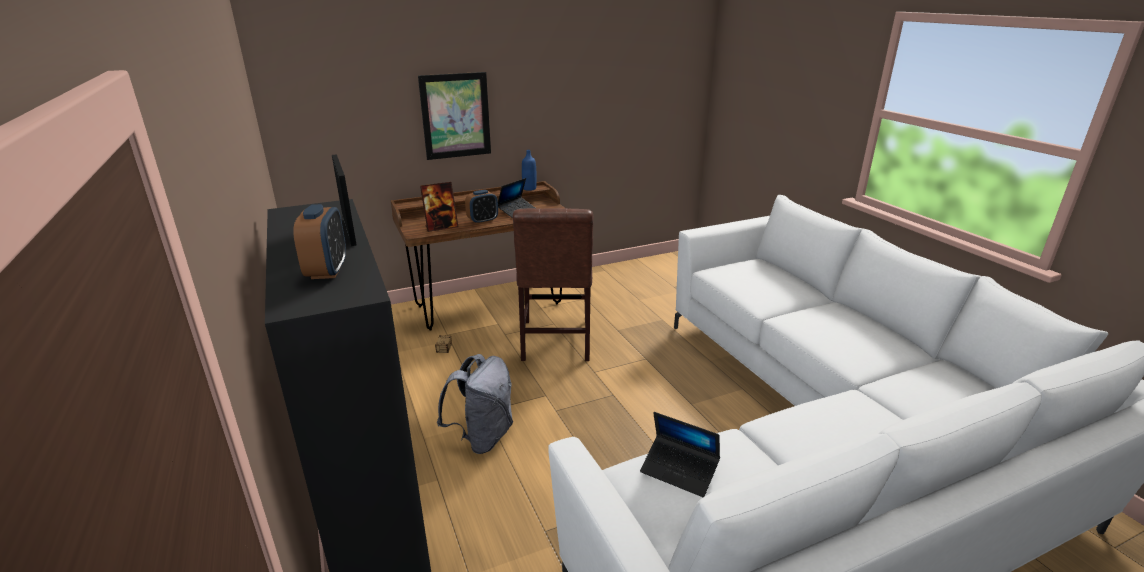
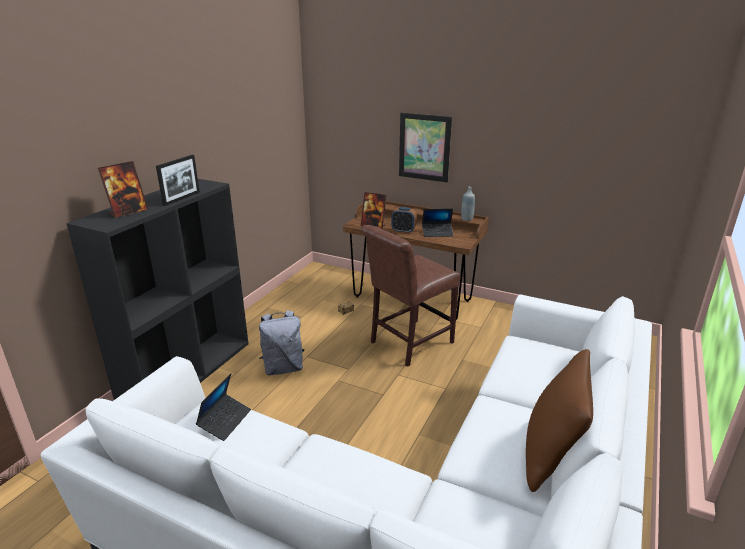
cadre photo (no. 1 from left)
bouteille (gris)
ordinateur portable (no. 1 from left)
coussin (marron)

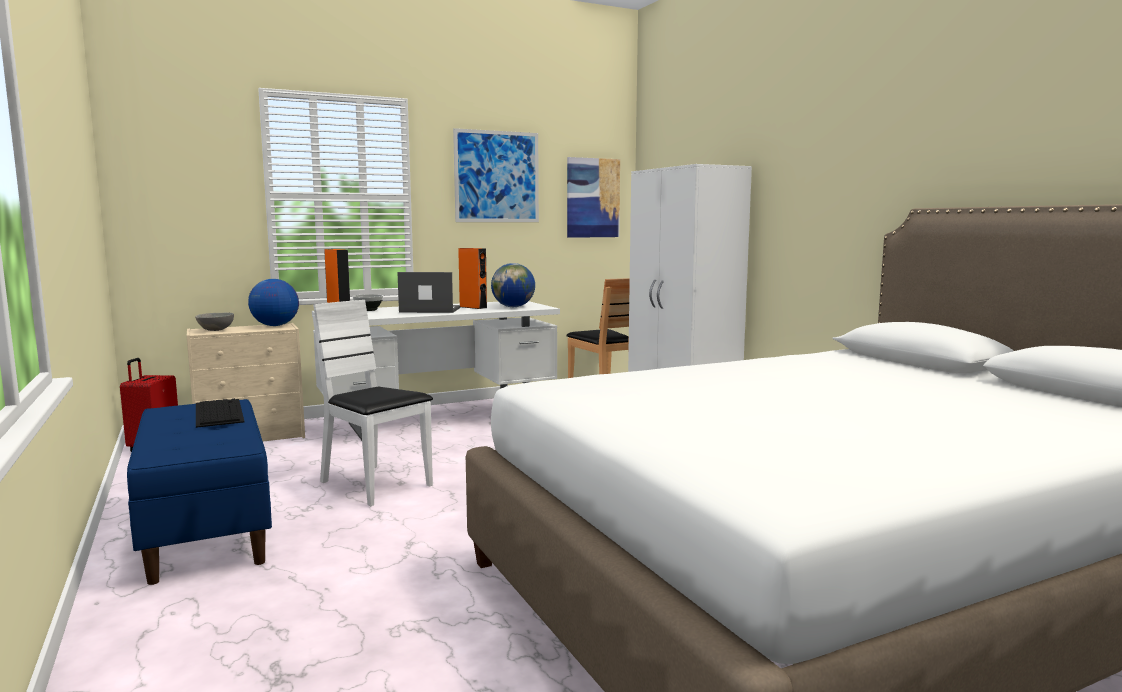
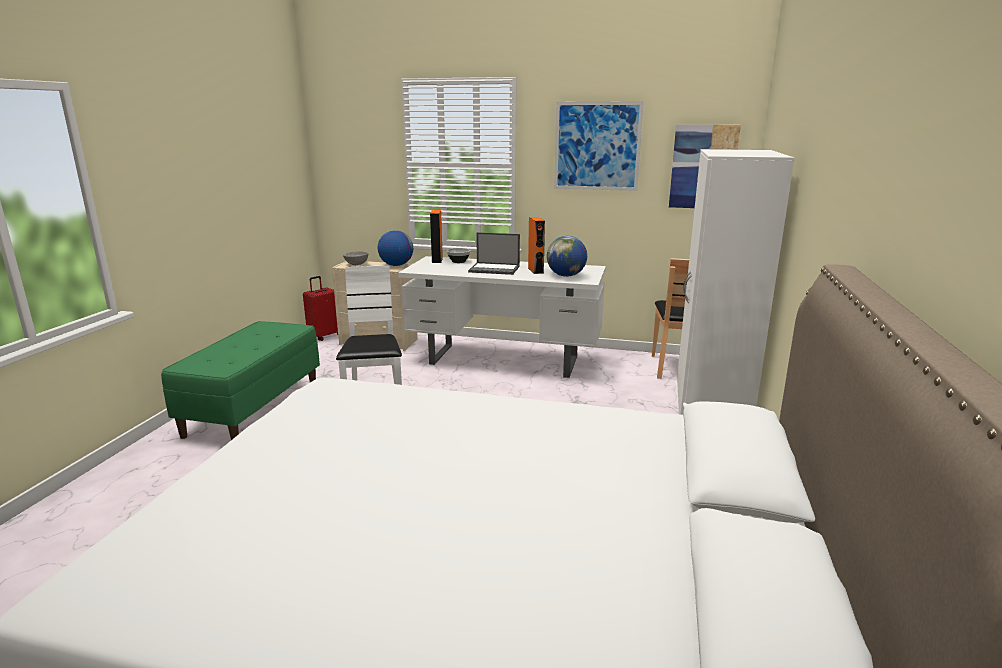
banc (vert)
clavier
ordinateur portable

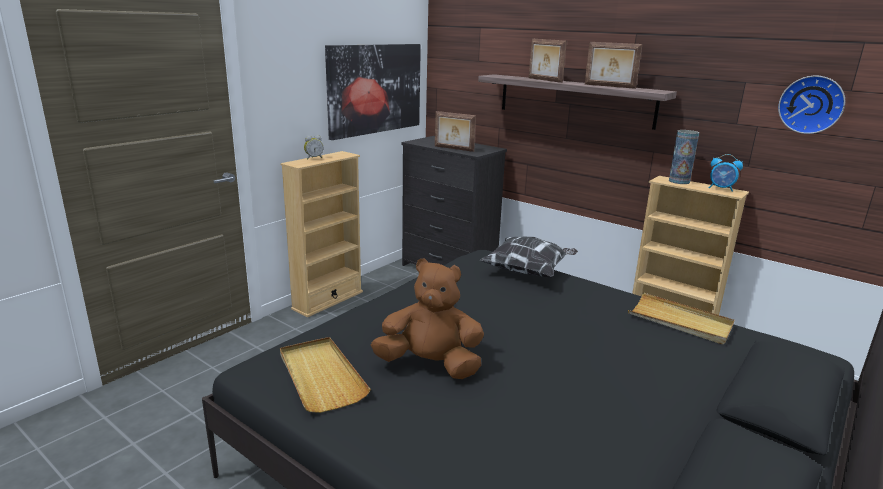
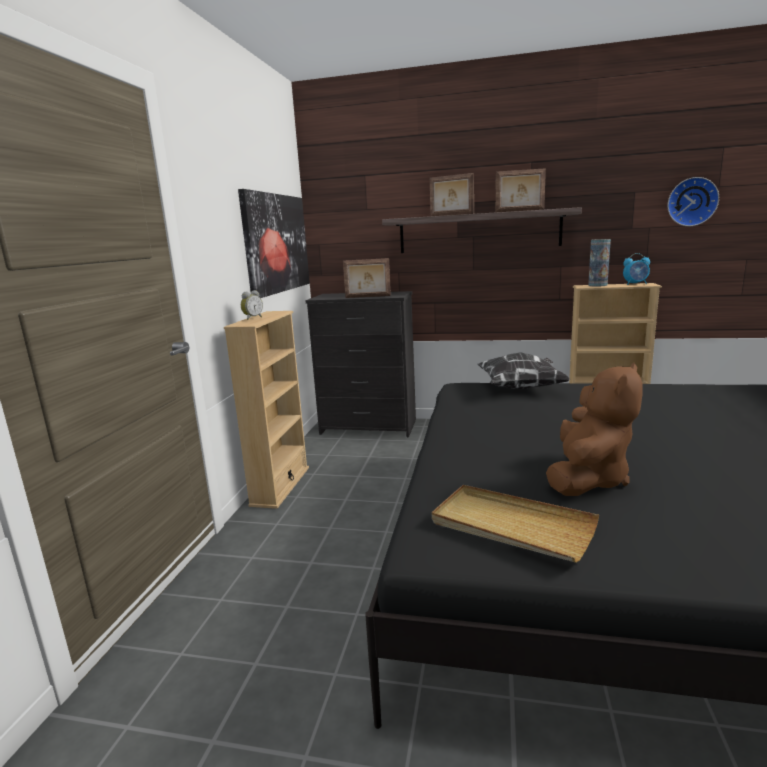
peluche (marron)
plateau (beige) (no. 2 from left in the first image)

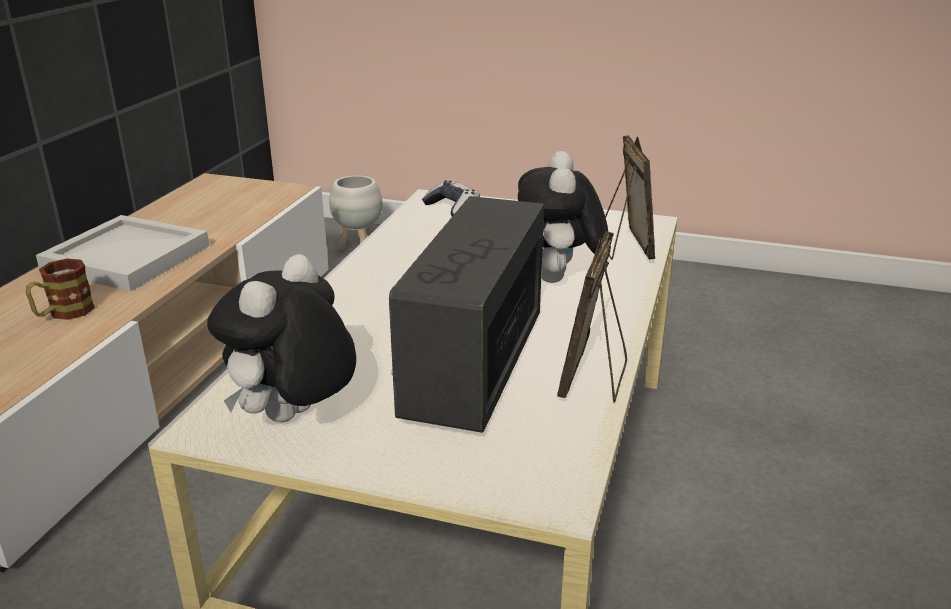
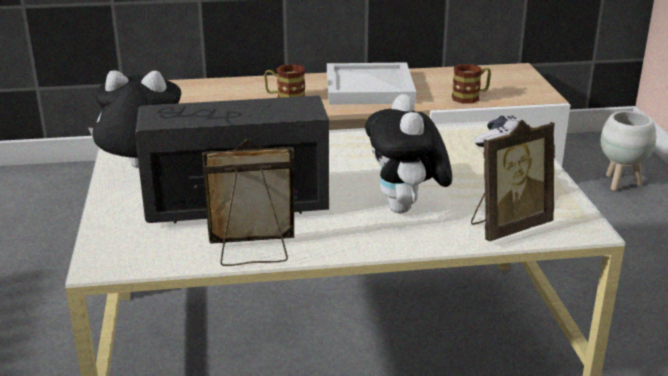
peluche (no. 2 from left)
mug (no. 2 from left)

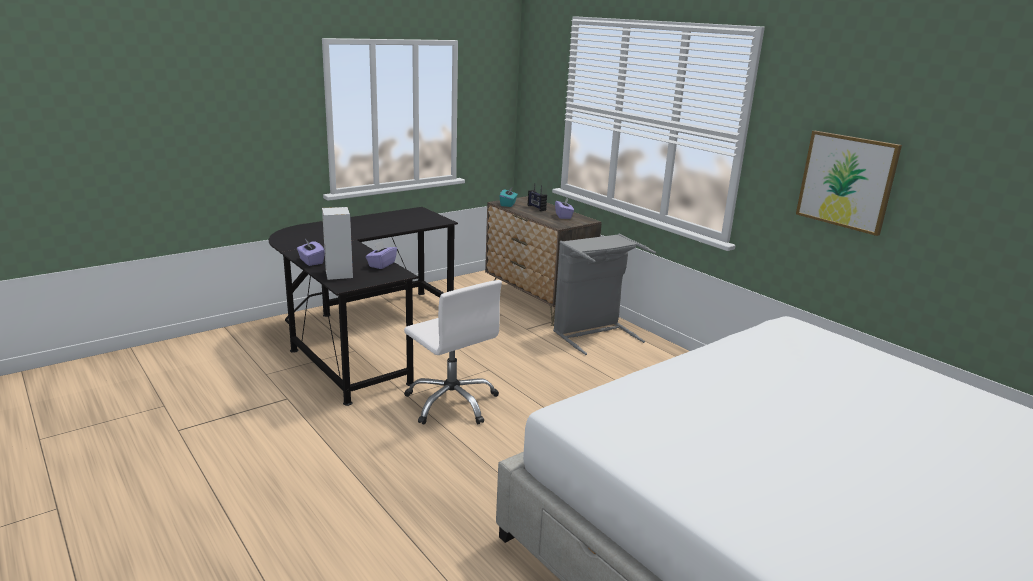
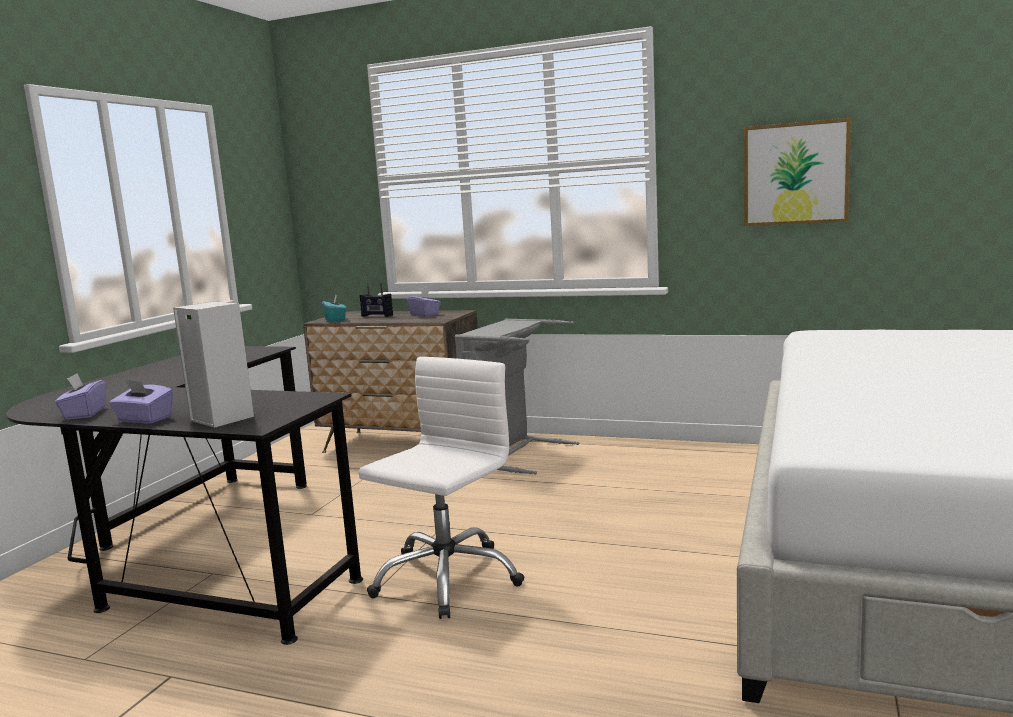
boîte à mouchoirs (violet) (no. 1 from left)
chaise de bureau (blanc)

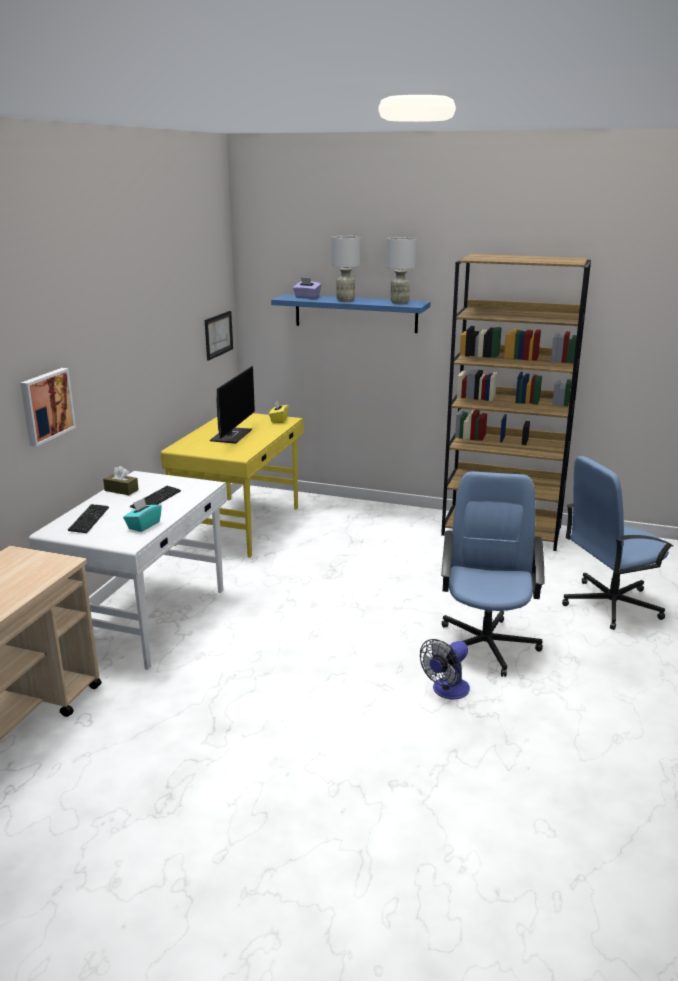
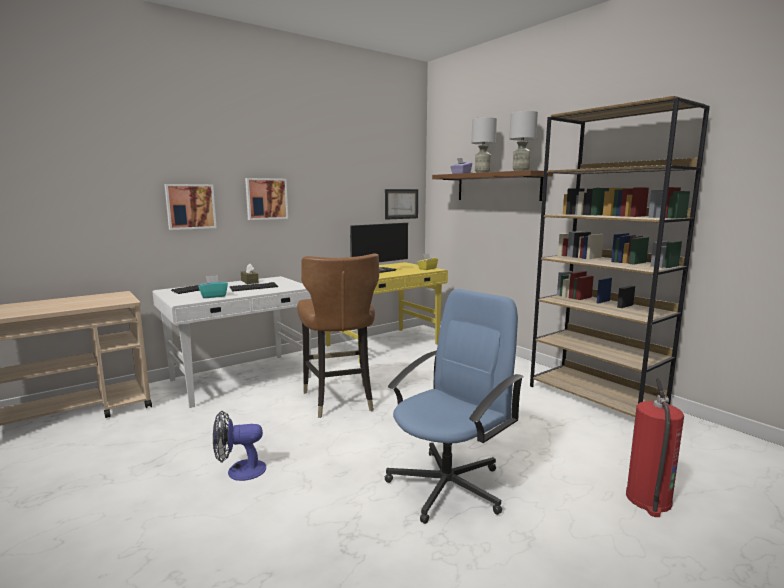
étagère (marron)
ventilateur
extincteur
tableau (no. 2 from left)
chaise (marron)

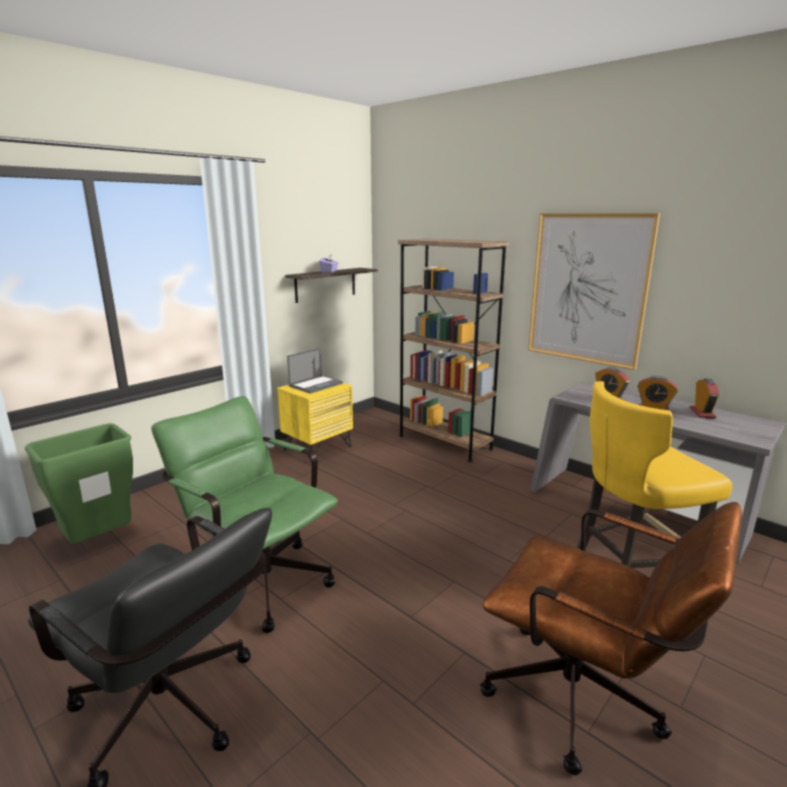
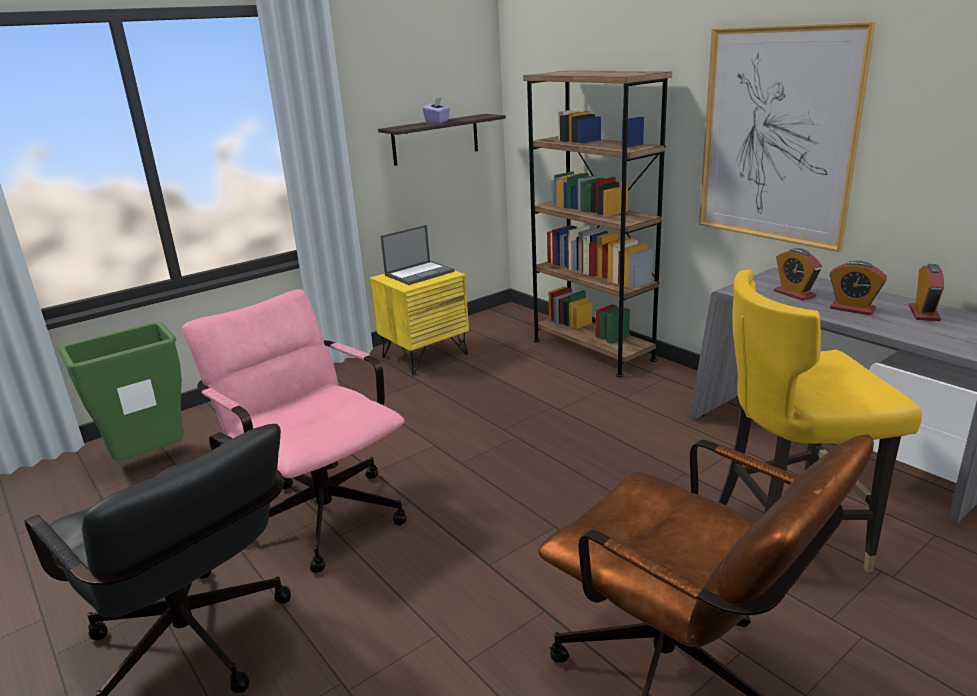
chaise de bureau (rose)

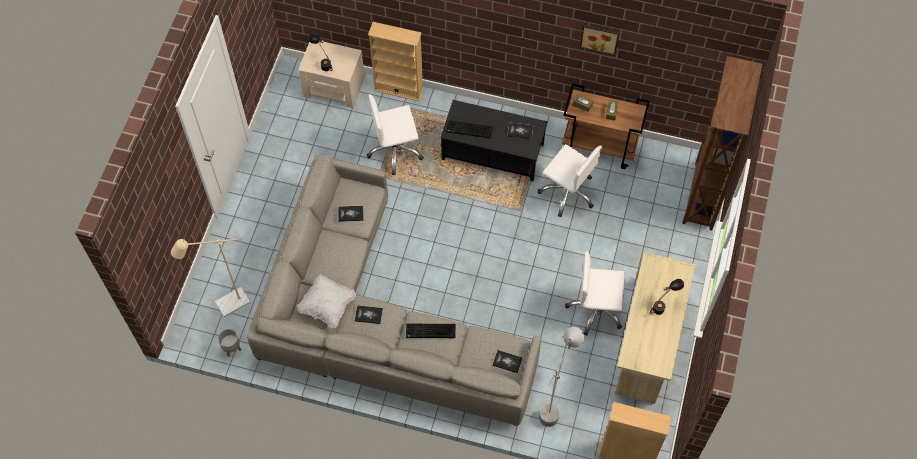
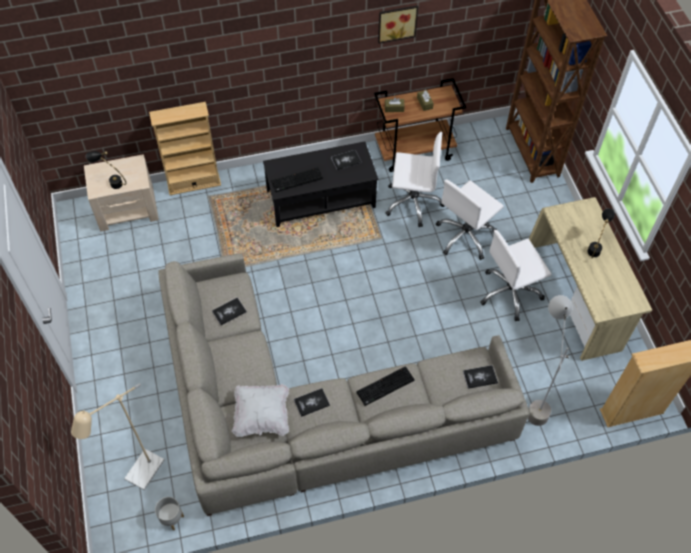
chaise de bureau (blanc) (no. 2 from left)

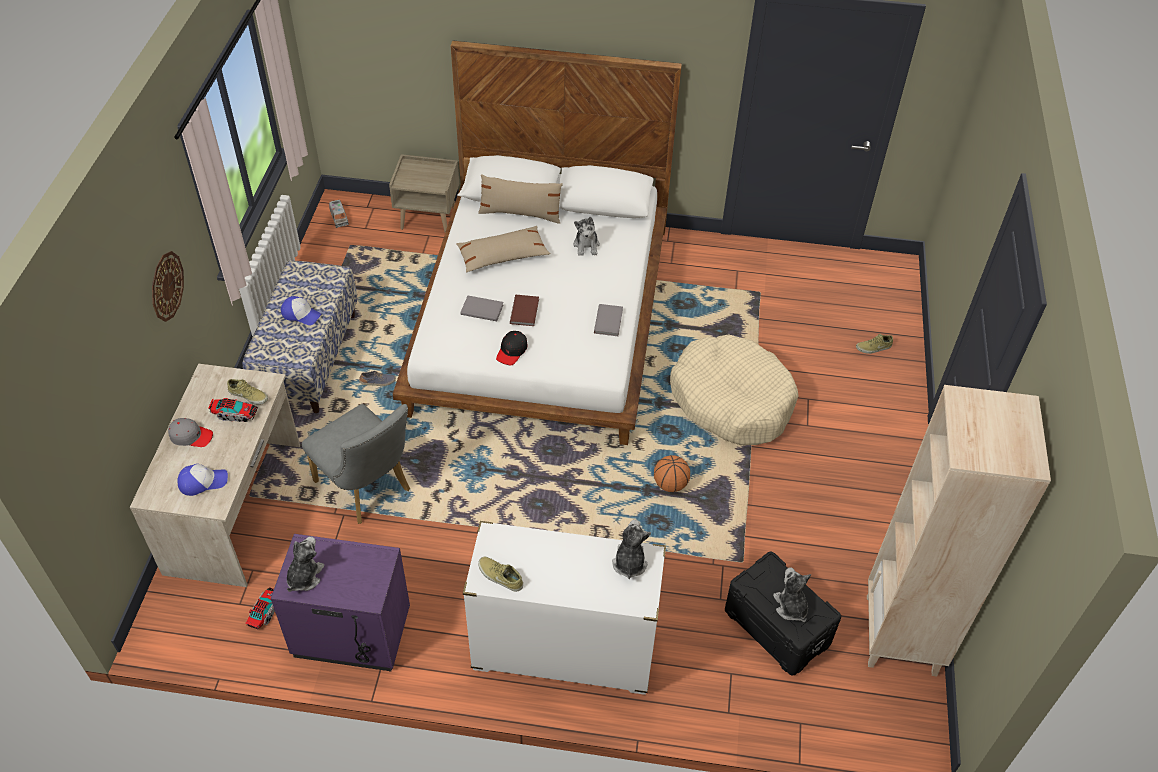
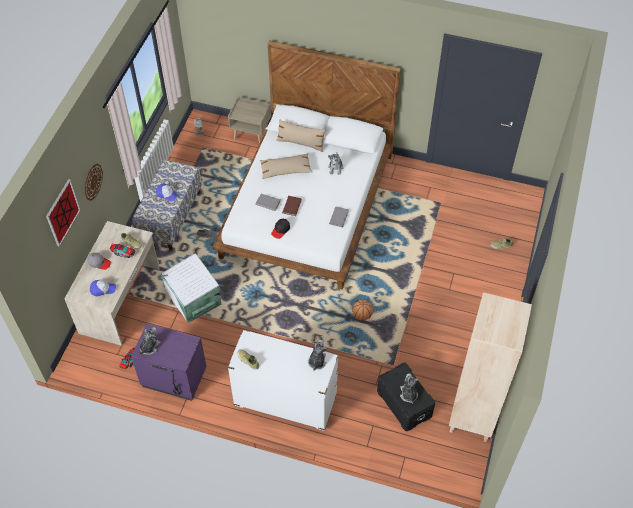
boîte de rangement (blanc)
panier pour chien (beige)
tableau

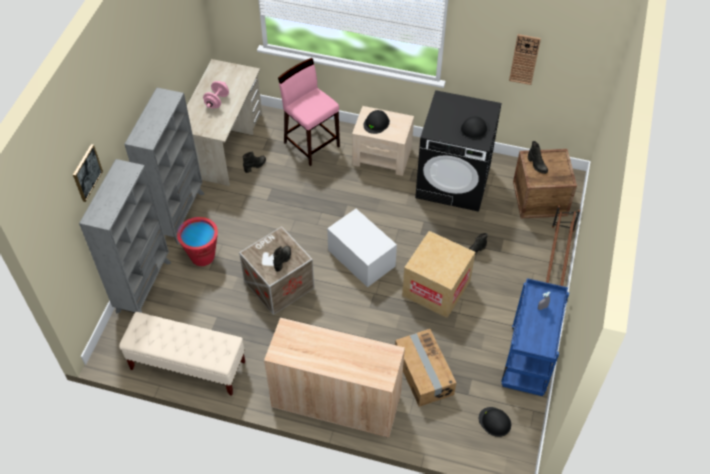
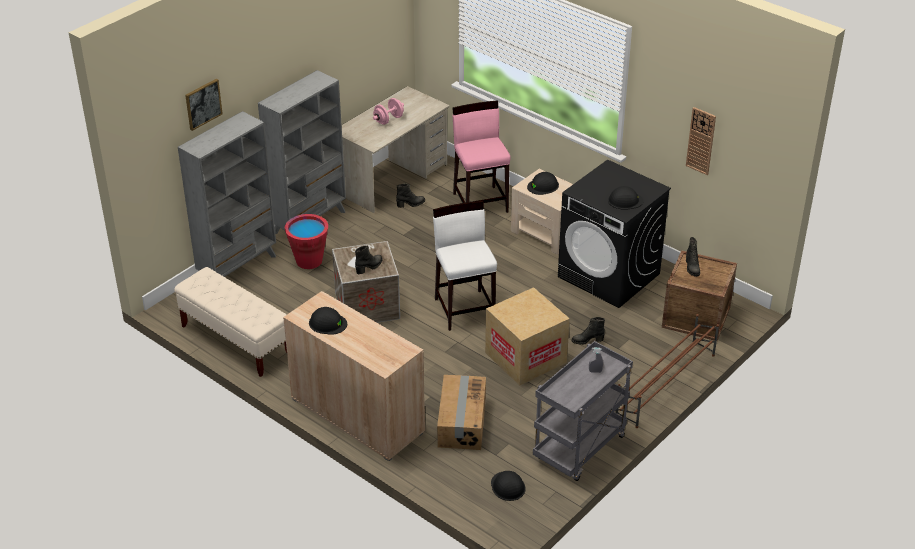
tabouret (blanc)
chariot (gris)
casque de chantier (noir) (no. 1 from left)

